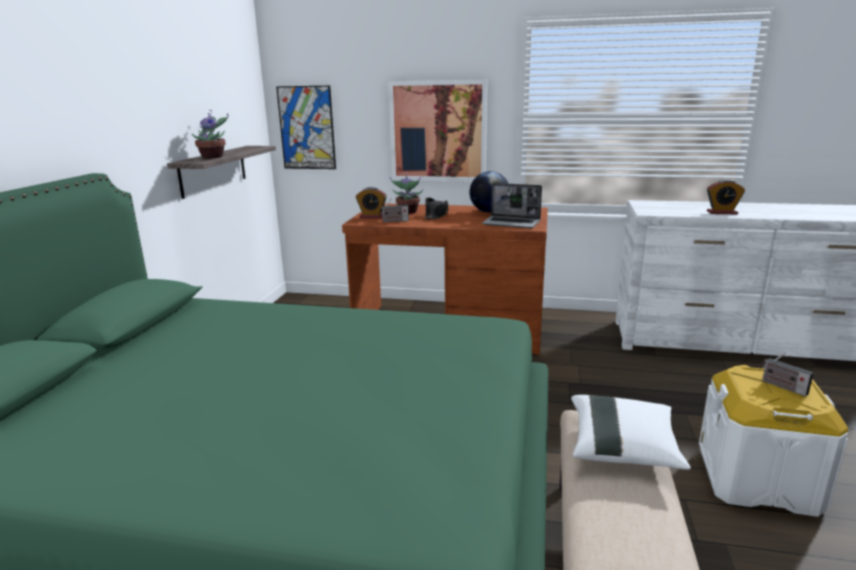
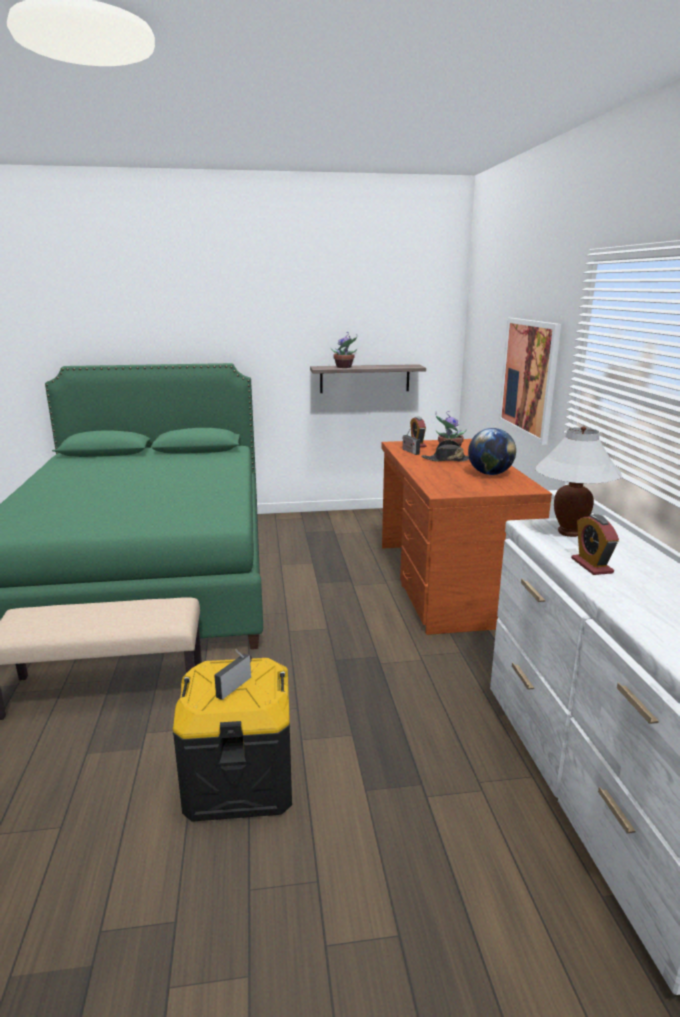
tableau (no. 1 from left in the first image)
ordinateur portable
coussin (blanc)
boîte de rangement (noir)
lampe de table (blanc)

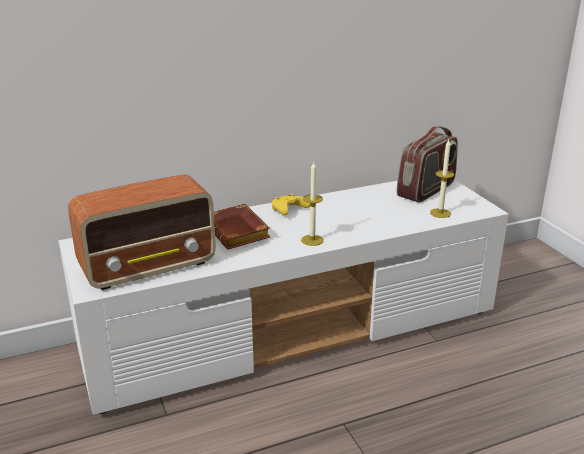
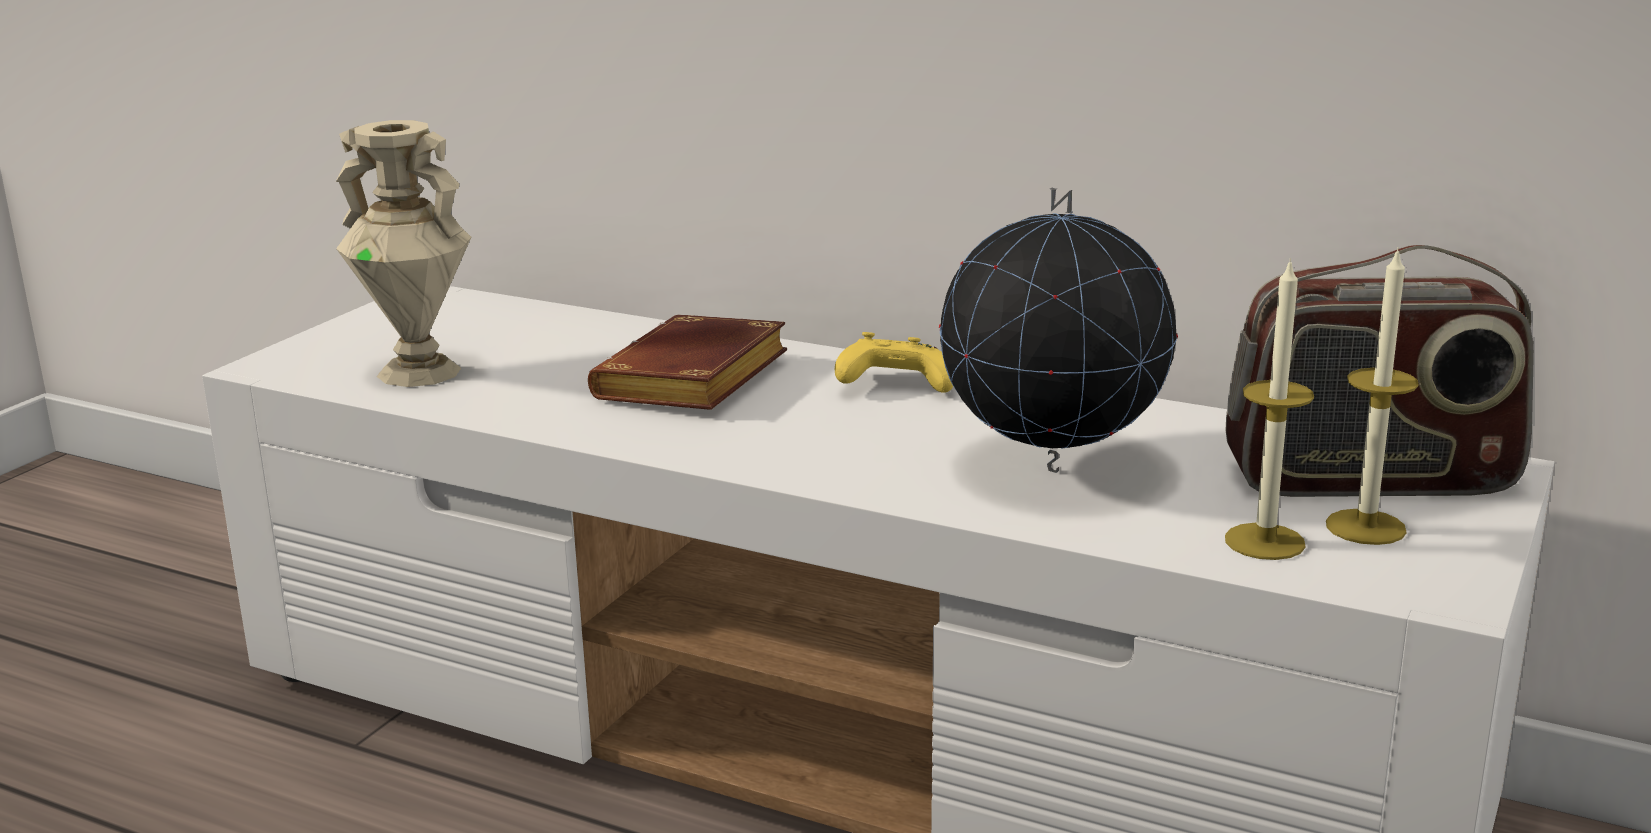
vase (beige)
bougie (no. 2 from left)
globe

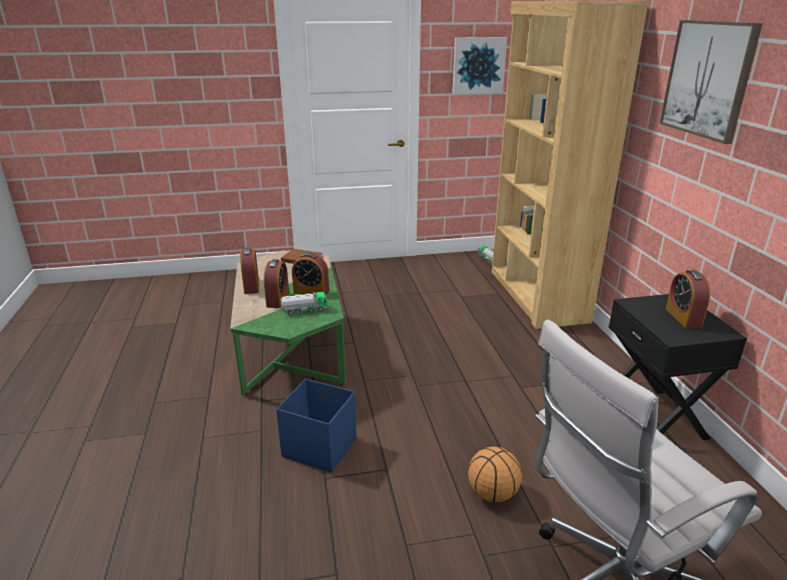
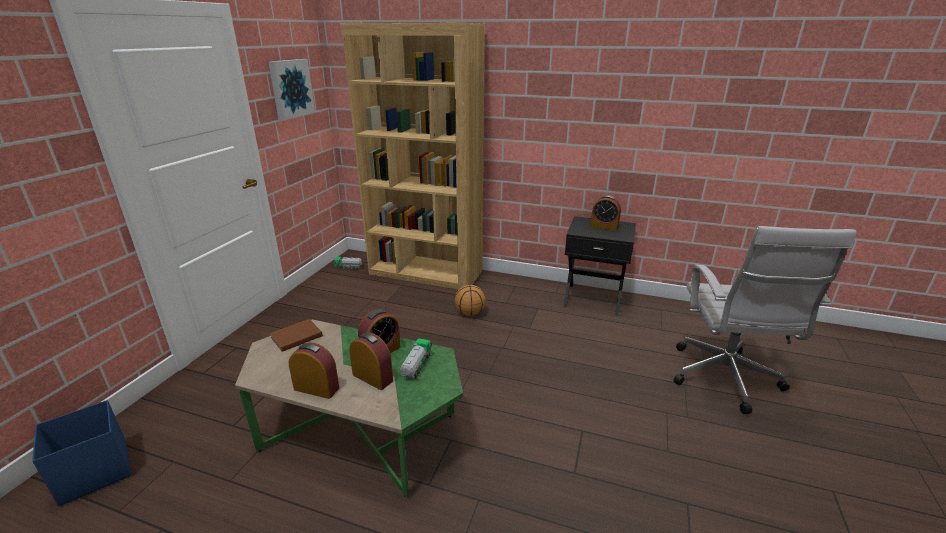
boîte de rangement (bleu)
ballon de basket
tableau (no. 2 from left in the first image)

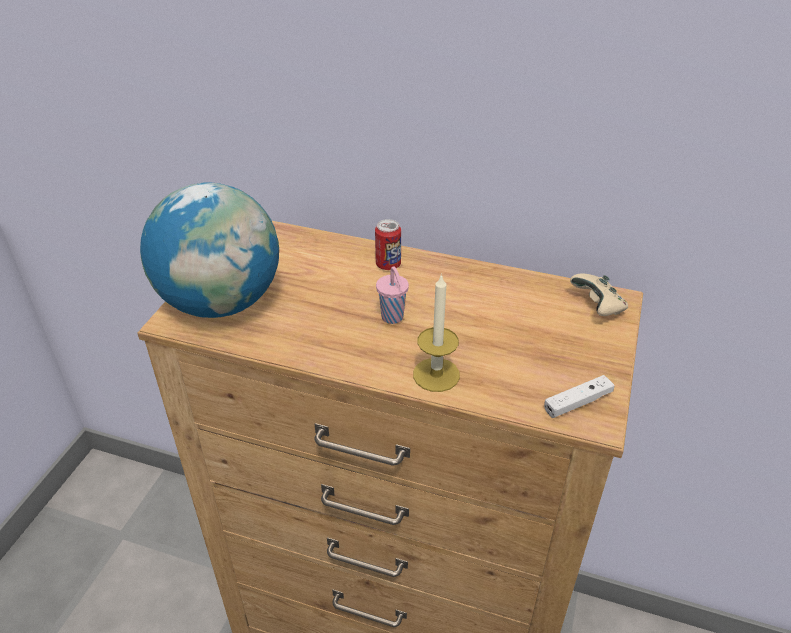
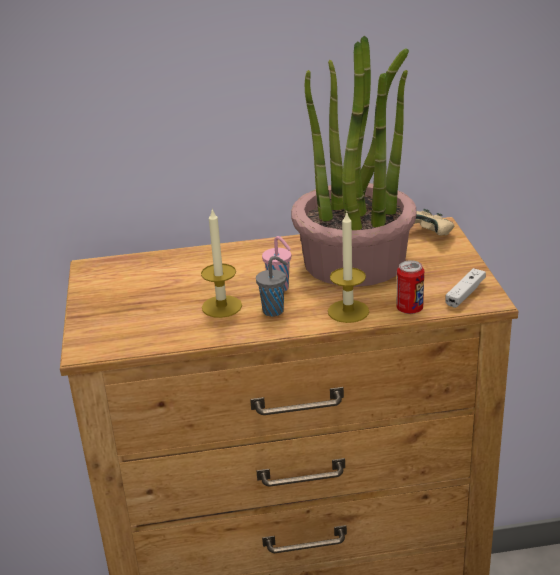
globe
boîte métallique
bougie (no. 1 from left)
tasse (gris)
plante en pot

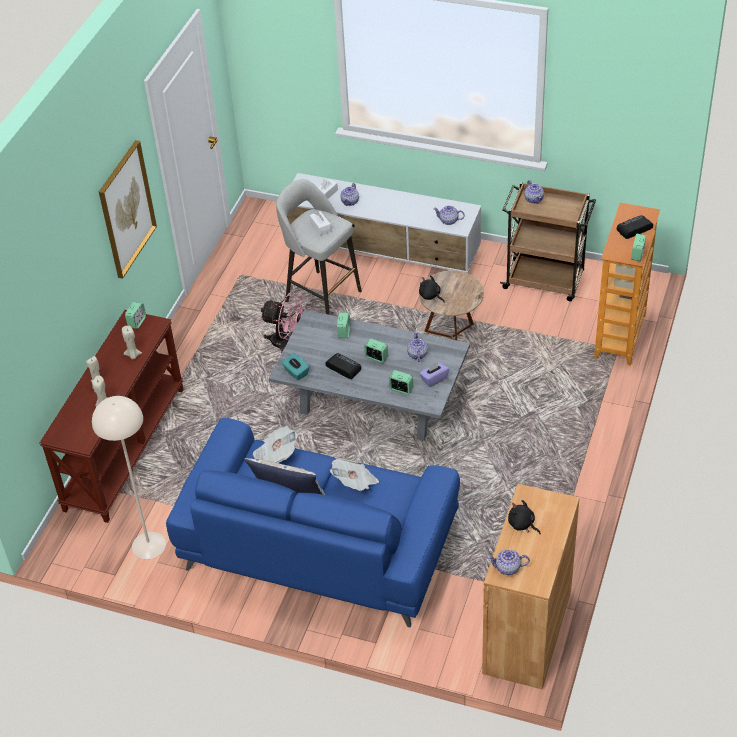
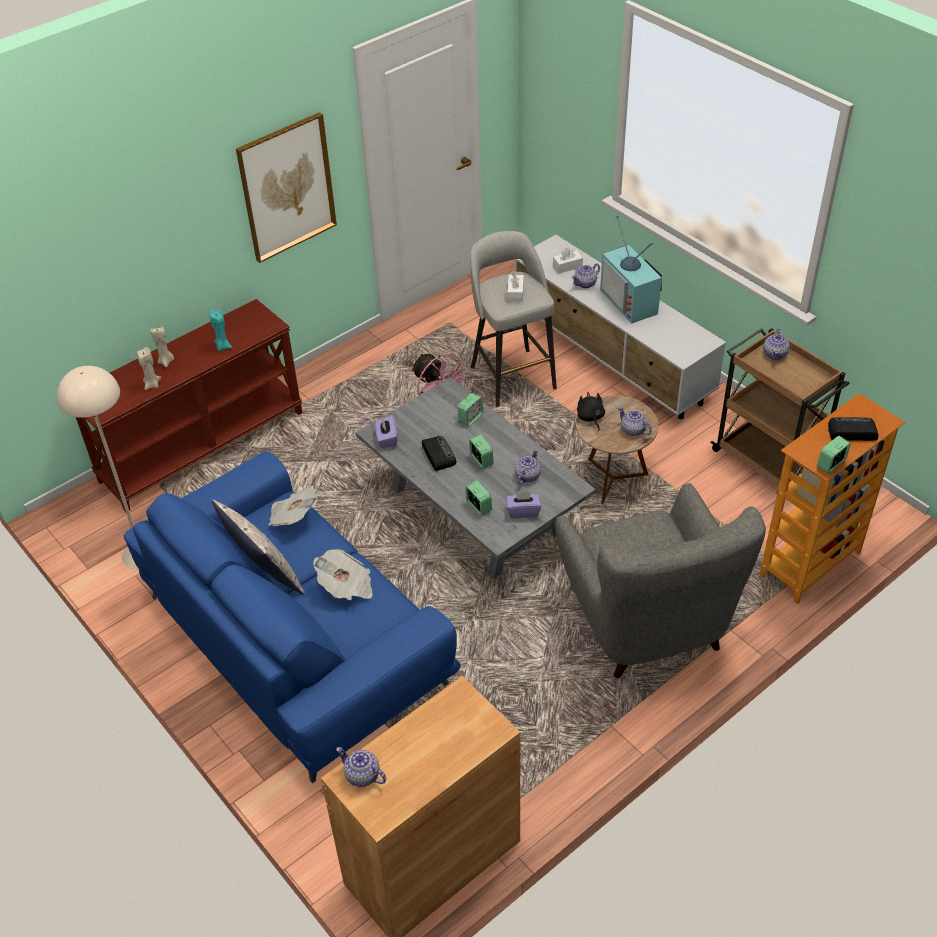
bougie (turquoise)
réveil (no. 1 from left in the first image)
boîte à mouchoirs (violet) (no. 1 from left)
théière (no. 4 from left)
peluche (noir) (no. 2 from left in the first image)
fauteuil (gris)
téléviseur

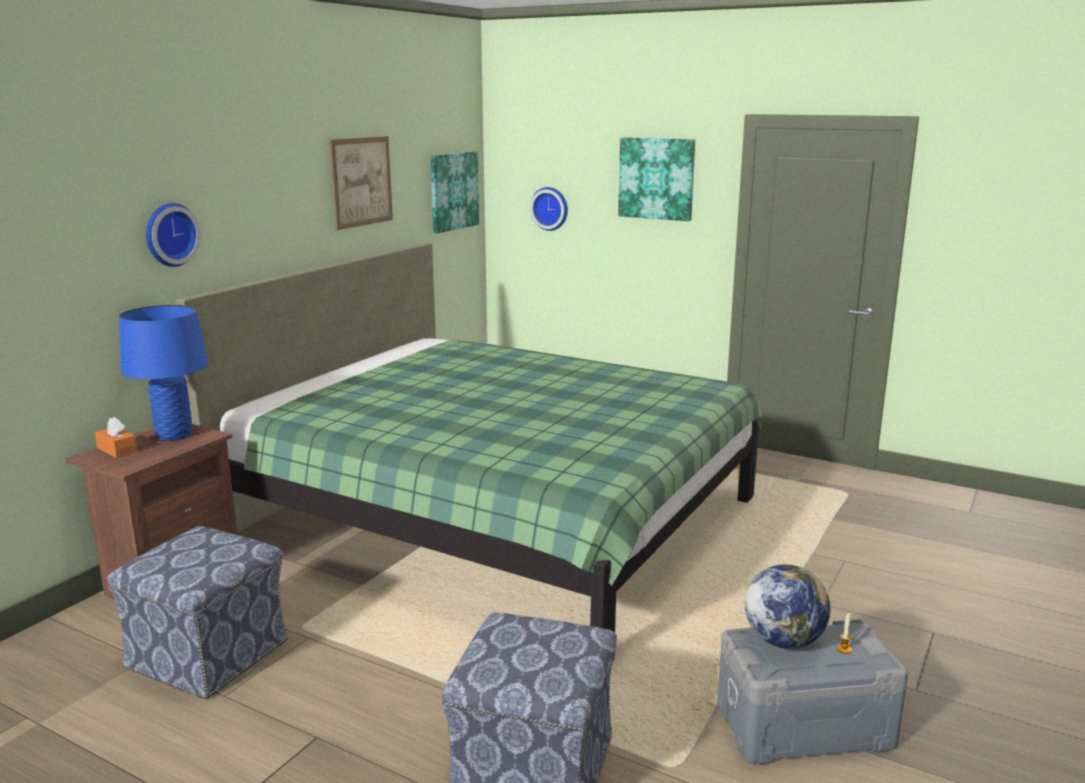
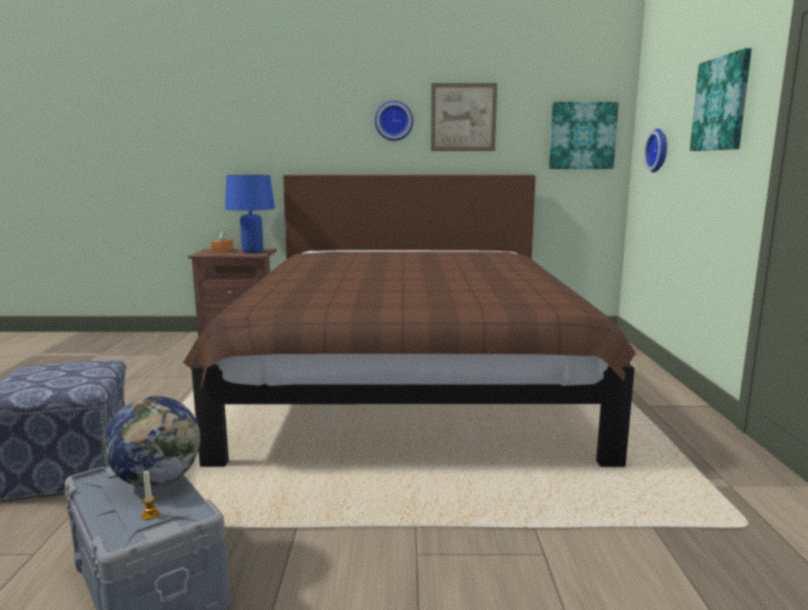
pouf (no. 1 from left in the first image)
horloge murale (no. 1 from left)
lit (marron)

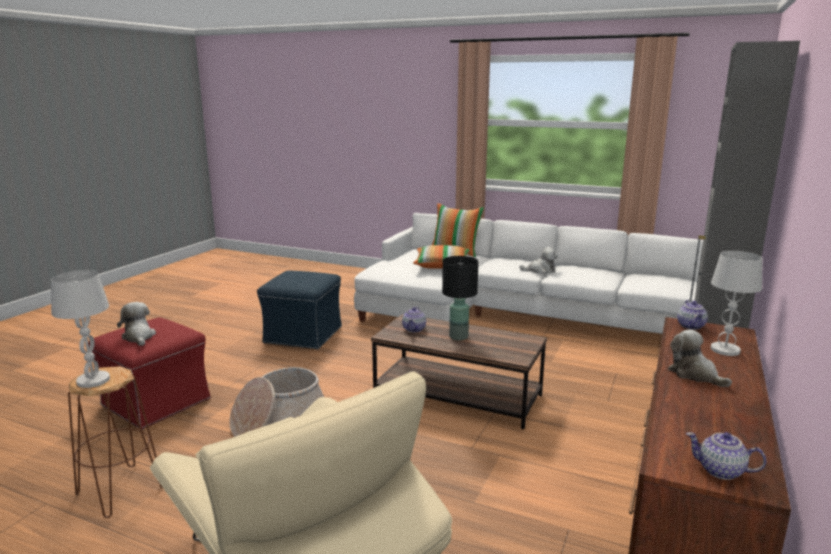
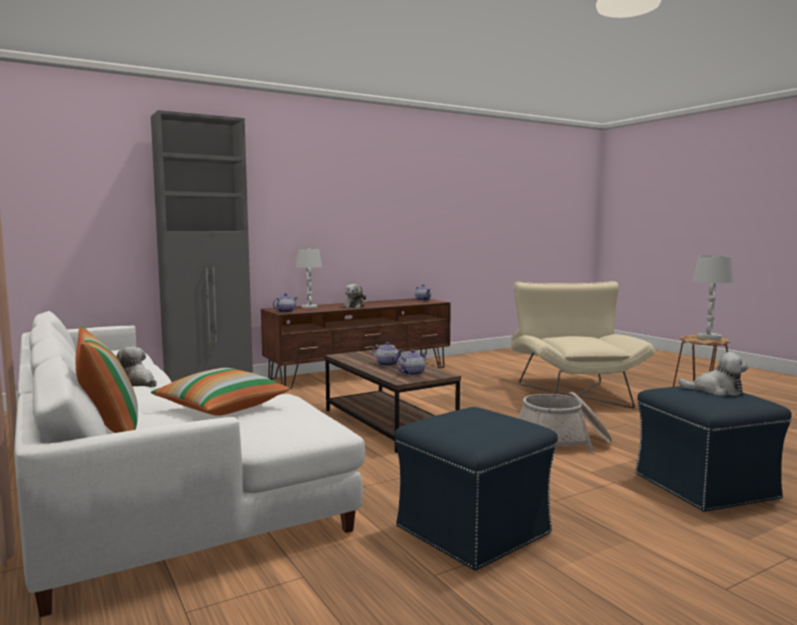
pouf (bleu) (no. 2 from left)
peluche (no. 3 from left)
théière (no. 2 from left)

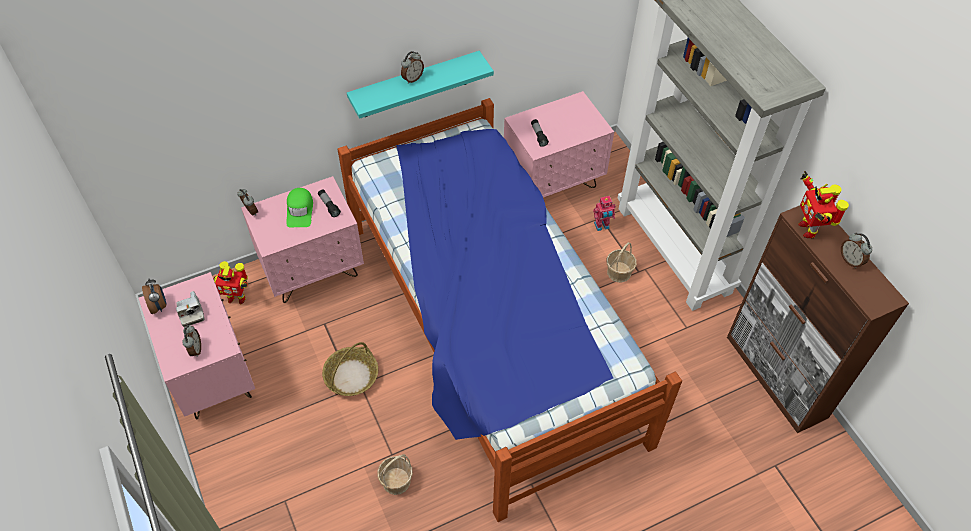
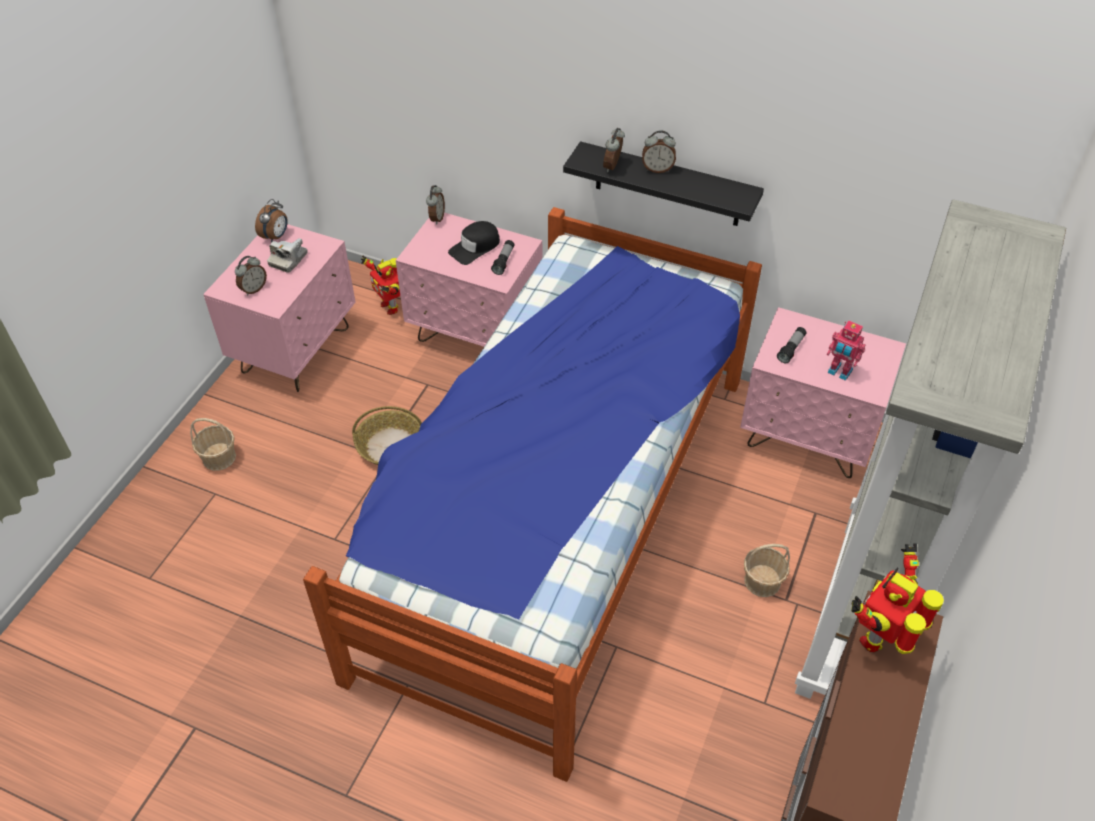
casquette (noir)
étagère (noir)
panier (no. 1 from left)
robot jouet (no. 2 from left)
réveil (no. 4 from left)

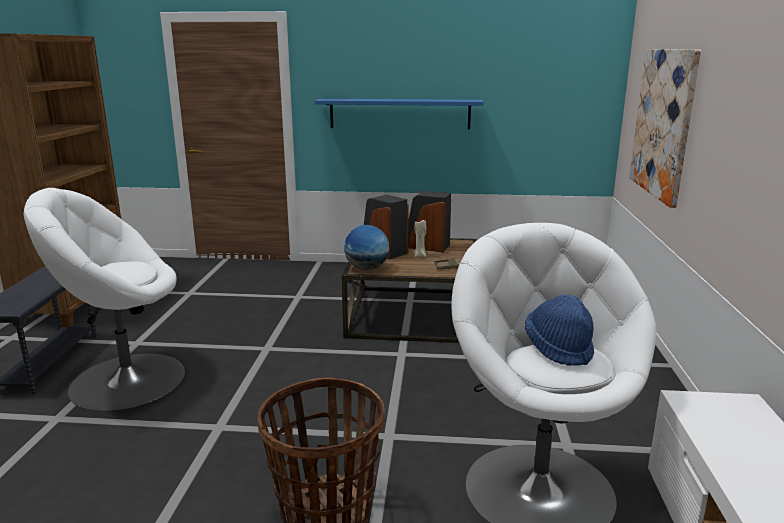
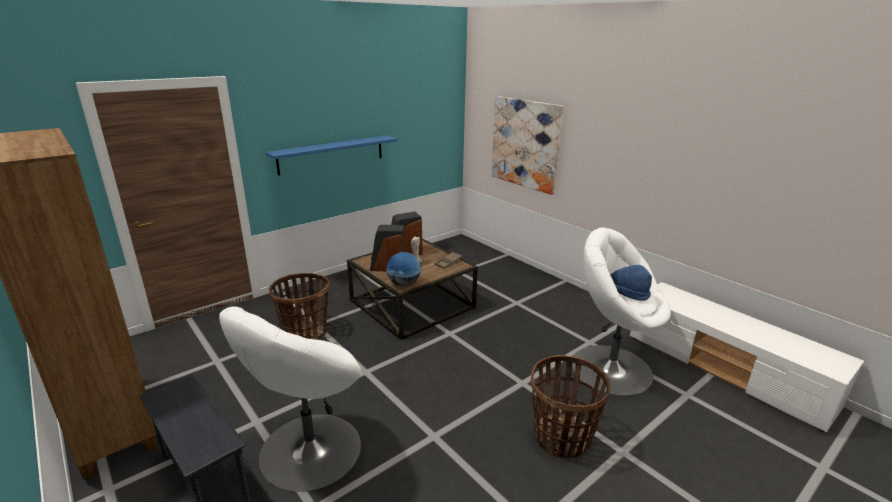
panier (no. 1 from left)

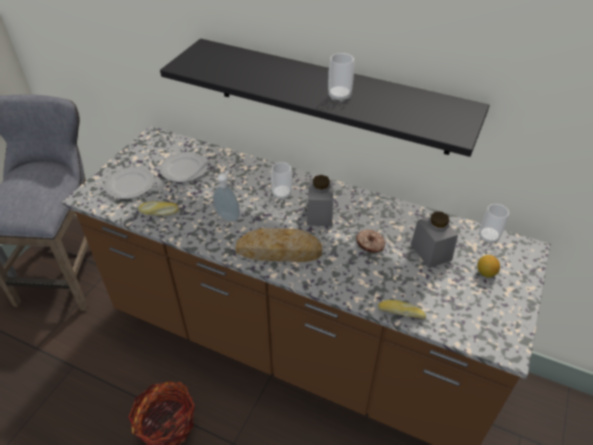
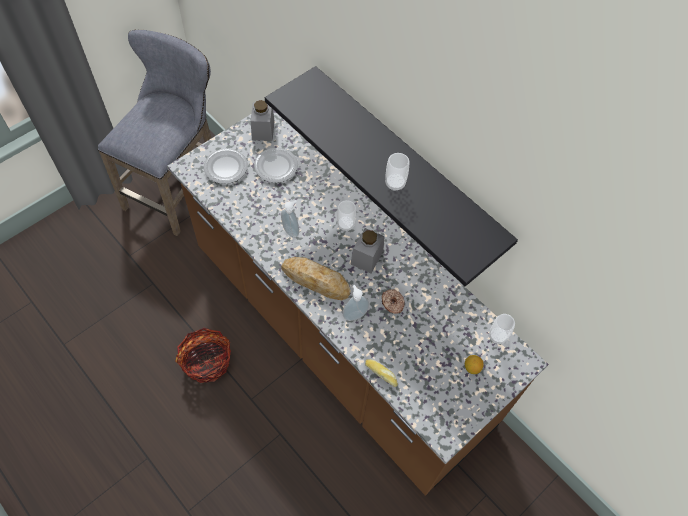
pain (no. 1 from left in the first image)
bocal (gris) (no. 1 from left)
distributeur de savon (no. 2 from left)

